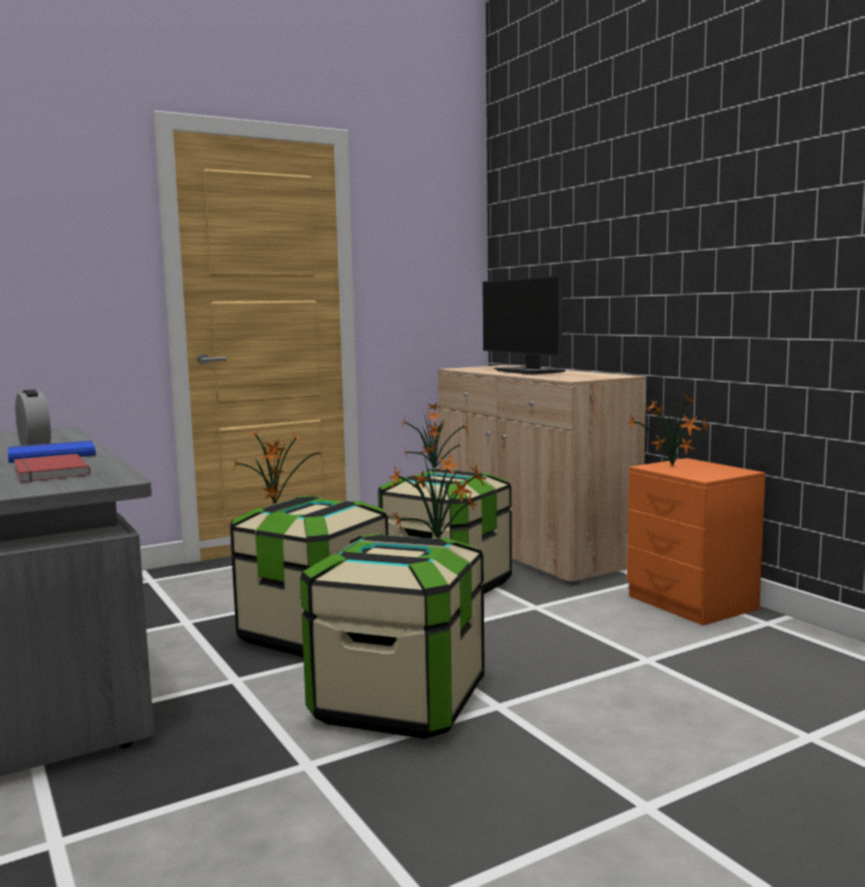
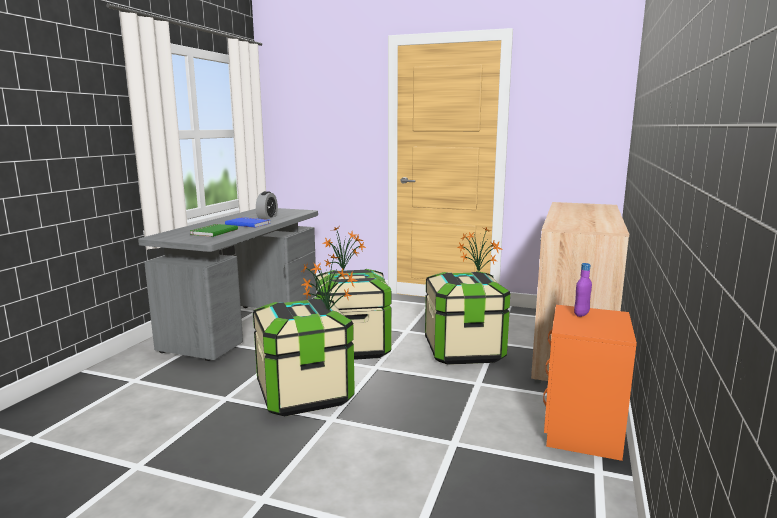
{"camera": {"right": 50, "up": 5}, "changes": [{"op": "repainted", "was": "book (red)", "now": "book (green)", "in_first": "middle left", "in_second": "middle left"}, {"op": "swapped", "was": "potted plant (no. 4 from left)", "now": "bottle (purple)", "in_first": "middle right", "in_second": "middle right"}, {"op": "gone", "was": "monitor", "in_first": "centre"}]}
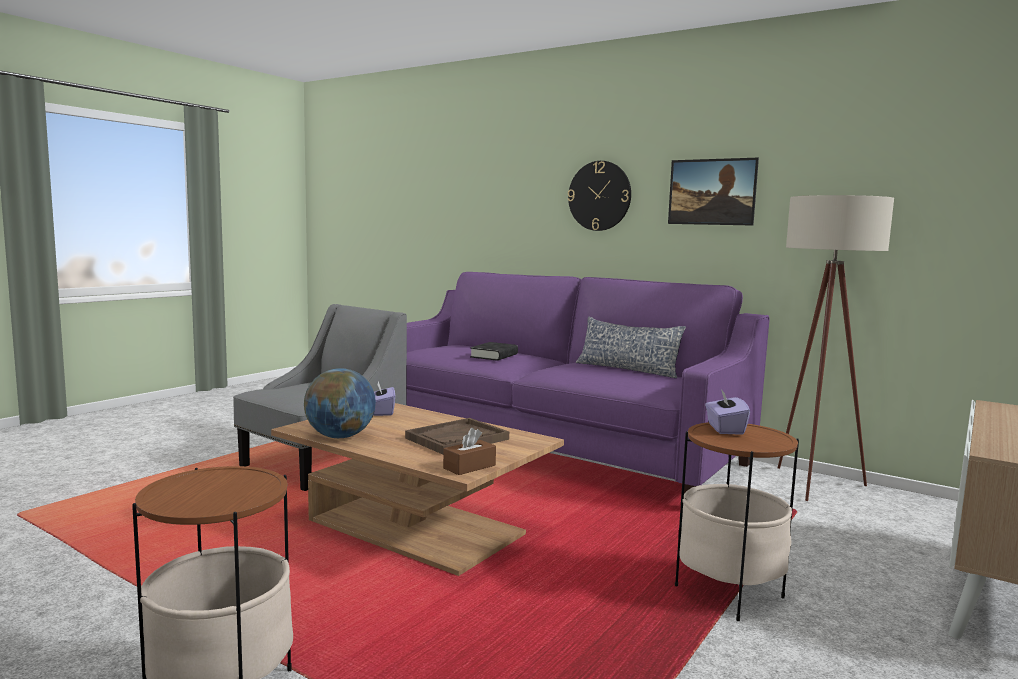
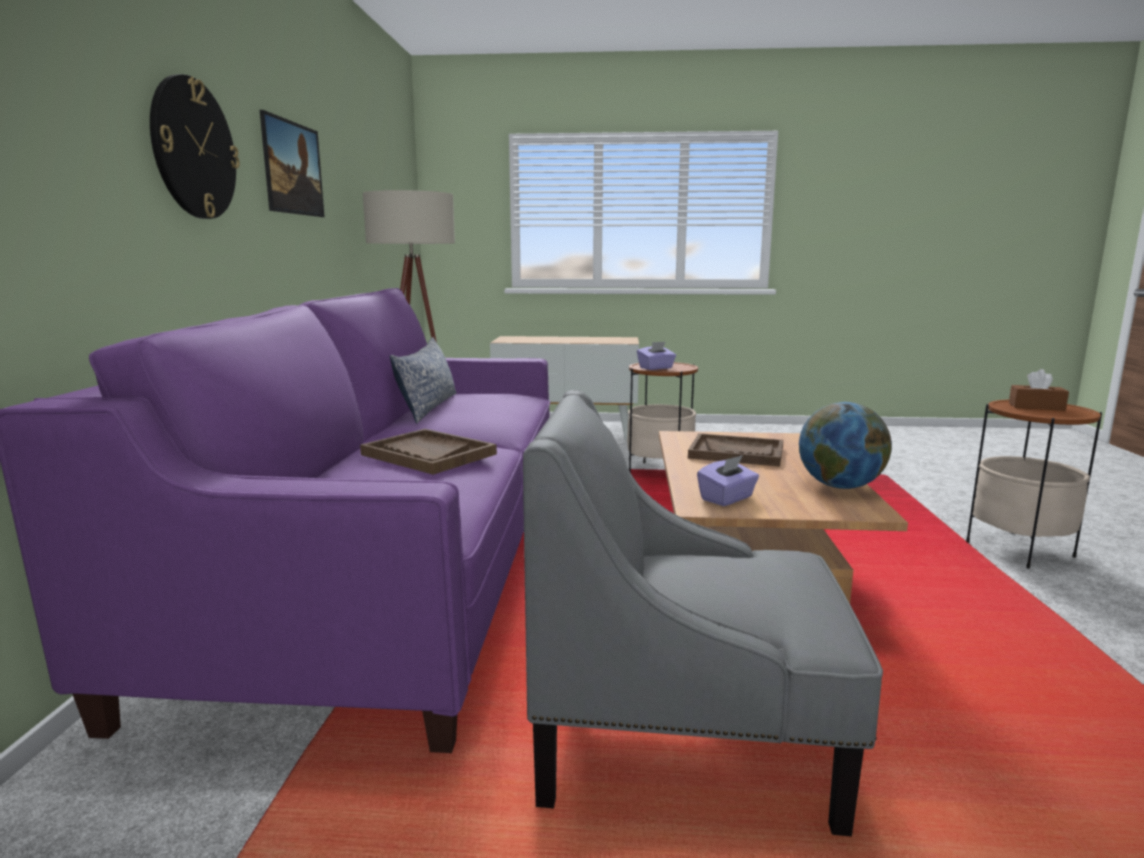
{"camera": {"right": -120, "up": 5}, "changes": [{"op": "swapped", "was": "book (black)", "now": "tray (brown) (no. 1 from left)", "in_first": "centre", "in_second": "centre"}, {"op": "shifted", "was": "tissue box (brown)", "in_first": "centre", "in_second": "middle right"}]}
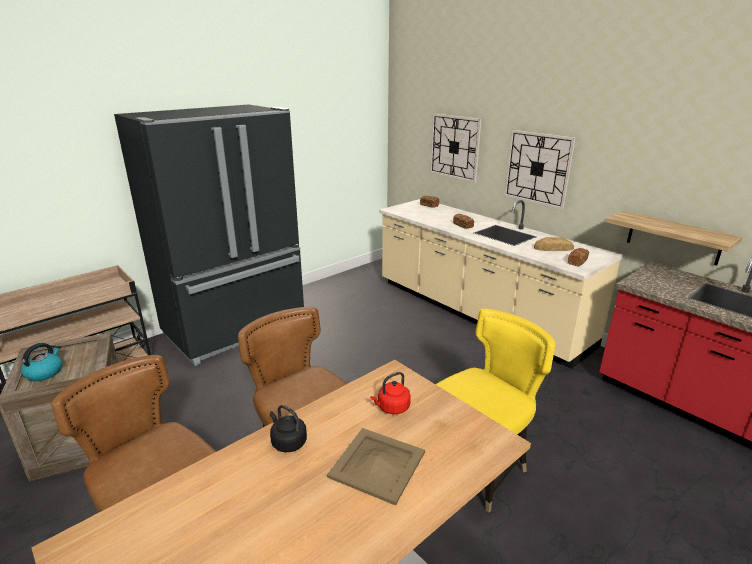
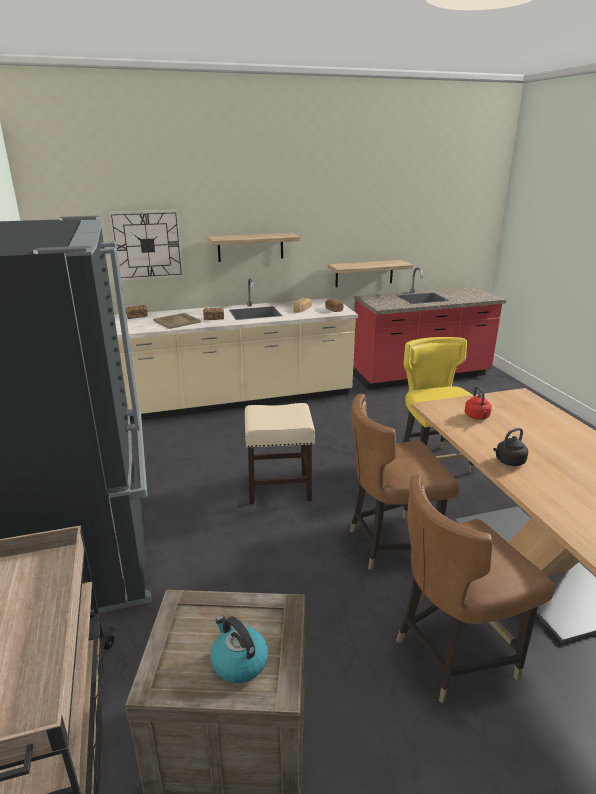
{"camera": {"right": -65, "up": 0}, "changes": [{"op": "shifted", "was": "tray (beige)", "in_first": "bottom centre", "in_second": "middle left"}, {"op": "swapped", "was": "wall clock (no. 2 from left)", "now": "shelf (no. 1 from left)", "in_first": "top right", "in_second": "top centre"}, {"op": "new", "now": "stool (beige)", "in_second": "centre"}]}
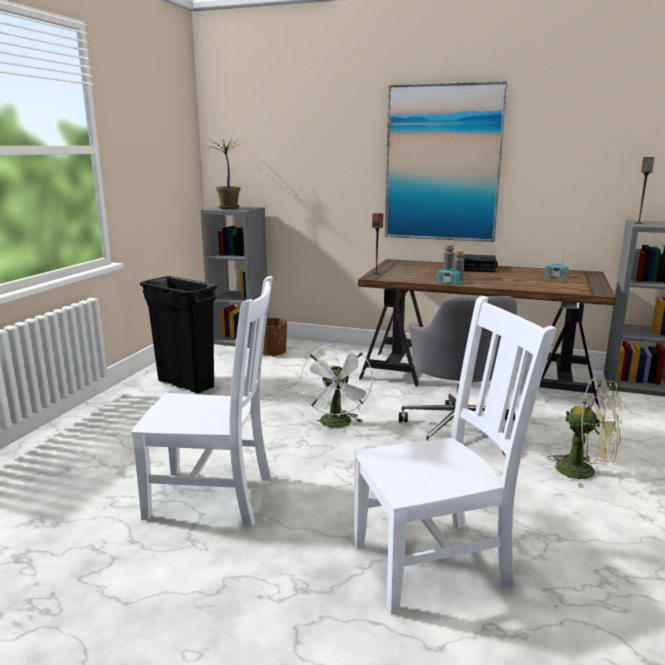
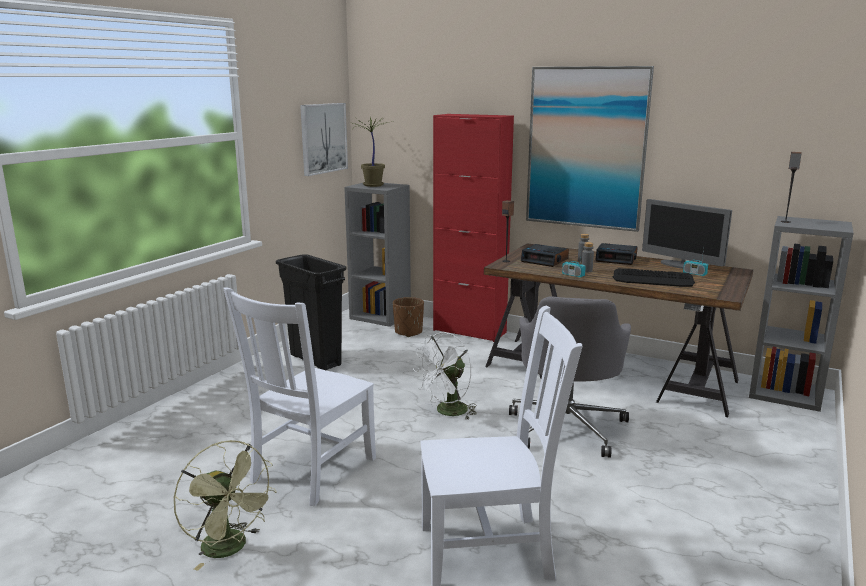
{"camera": {"right": 10, "up": 0}, "changes": [{"op": "shifted", "was": "fan (green)", "in_first": "middle right", "in_second": "bottom left"}, {"op": "rotated", "was": "chair (white) (no. 1 from left)", "in_first": "middle left", "in_second": "bottom centre", "clockwise": 105}, {"op": "new", "now": "picture (no. 1 from left)", "in_second": "top centre"}, {"op": "rotated", "was": "fan (white)", "in_first": "centre", "in_second": "centre", "clockwise": 45}, {"op": "new", "now": "cabinet (red)", "in_second": "centre"}, {"op": "new", "now": "alarm clock (no. 1 from left)", "in_second": "centre"}, {"op": "new", "now": "keyboard", "in_second": "middle right"}, {"op": "new", "now": "monitor", "in_second": "middle right"}]}
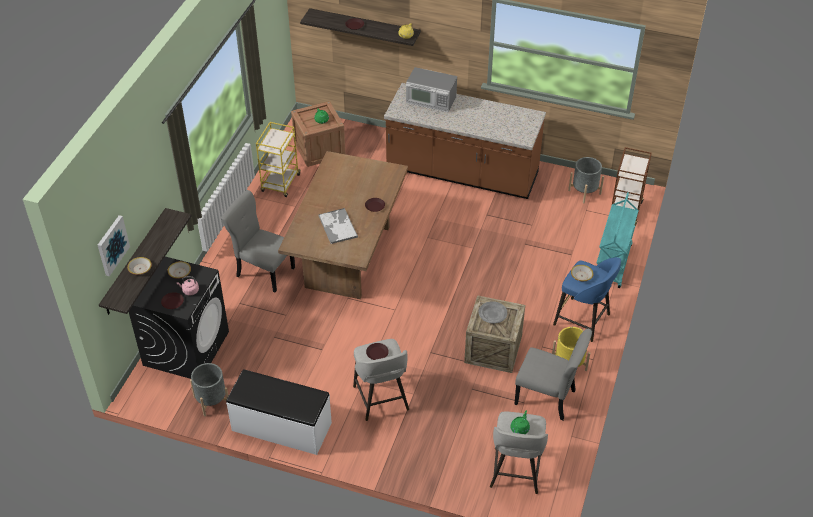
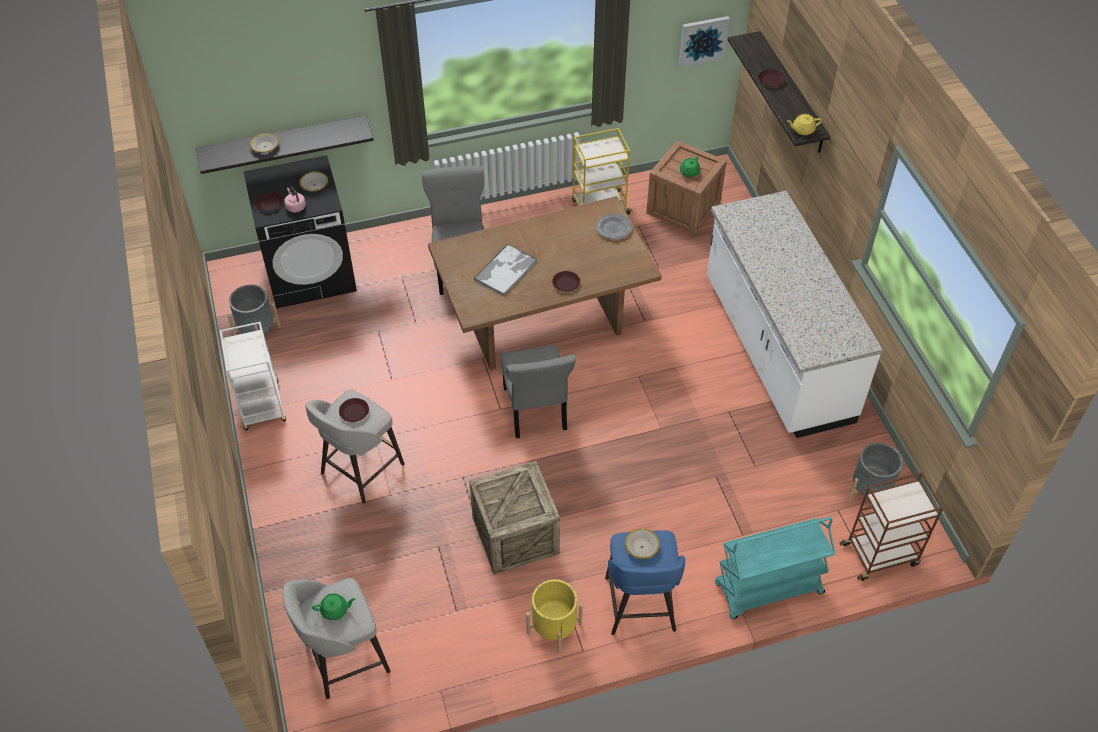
{"camera": {"right": 55, "up": 5}, "changes": [{"op": "swapped", "was": "bench (white)", "now": "cart (white)", "in_first": "bottom centre", "in_second": "middle left"}, {"op": "shifted", "was": "chair (grey) (no. 2 from left)", "in_first": "bottom right", "in_second": "centre"}, {"op": "shifted", "was": "plate (grey)", "in_first": "centre", "in_second": "top centre"}, {"op": "shifted", "was": "picture", "in_first": "middle left", "in_second": "top centre"}, {"op": "repainted", "was": "counter (brown)", "now": "counter (white)", "in_first": "top centre", "in_second": "middle right"}, {"op": "gone", "was": "microwave", "in_first": "top centre"}]}
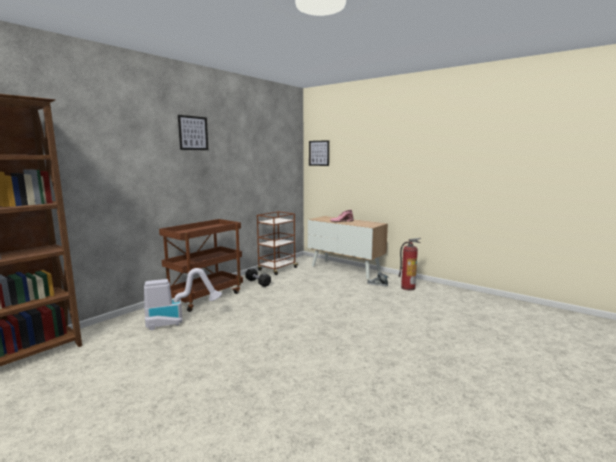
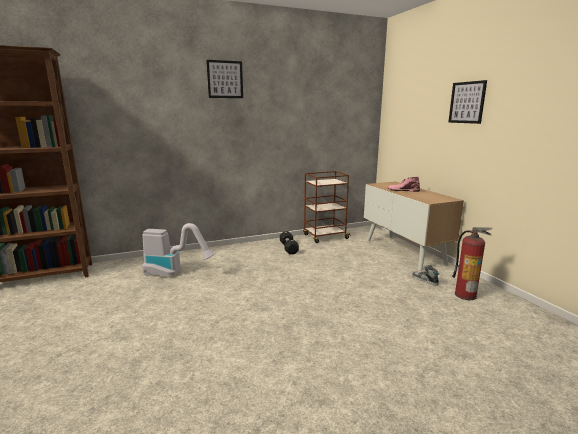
{"camera": {"right": 30, "up": 5}, "changes": [{"op": "shifted", "was": "picture (no. 2 from left)", "in_first": "top centre", "in_second": "top right"}, {"op": "gone", "was": "cart (brown) (no. 1 from left)", "in_first": "middle left"}]}
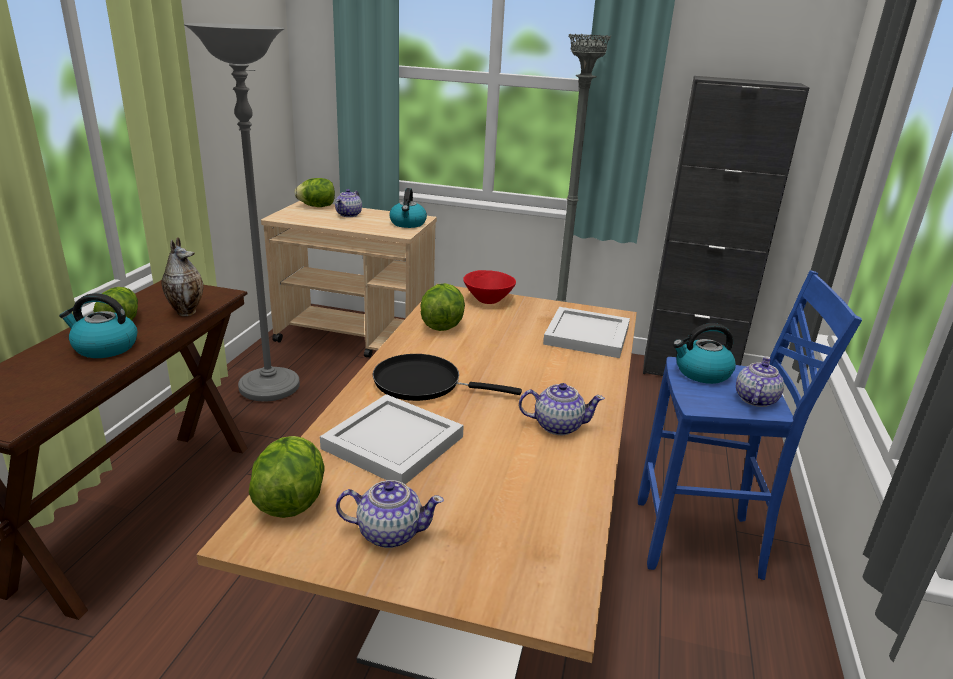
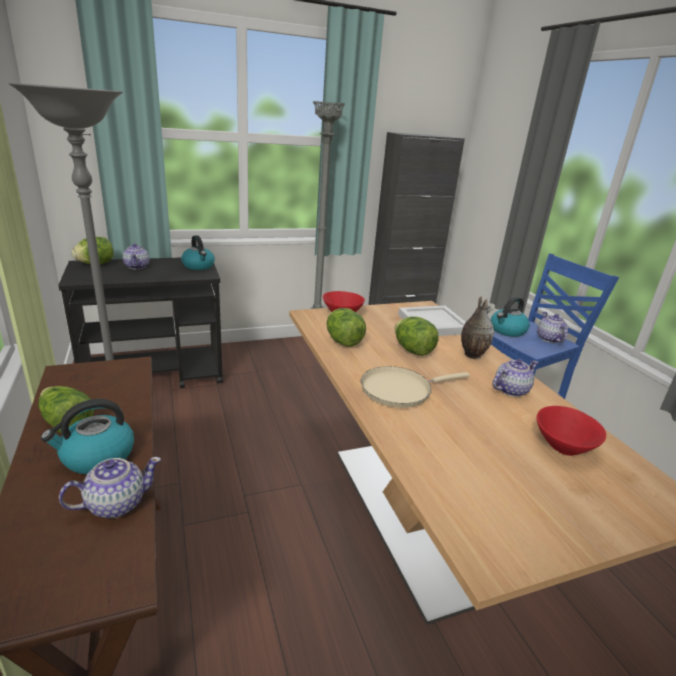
{"camera": {"right": -35, "up": 0}, "changes": [{"op": "repainted", "was": "cart (beige)", "now": "cart (black)", "in_first": "centre", "in_second": "middle left"}, {"op": "shifted", "was": "teapot (no. 2 from left in the first image)", "now": "teapot (no. 1 from left)", "in_first": "bottom centre", "in_second": "bottom left"}, {"op": "repainted", "was": "frying pan (black)", "now": "frying pan (beige)", "in_first": "centre", "in_second": "centre"}, {"op": "shifted", "was": "lettuce (no. 2 from left in the first image)", "now": "lettuce (no. 4 from left)", "in_first": "bottom left", "in_second": "centre"}, {"op": "shifted", "was": "vase", "in_first": "middle left", "in_second": "middle right"}, {"op": "new", "now": "bowl (red) (no. 2 from left)", "in_second": "middle right"}, {"op": "gone", "was": "tray (white) (no. 1 from left)", "in_first": "centre"}]}
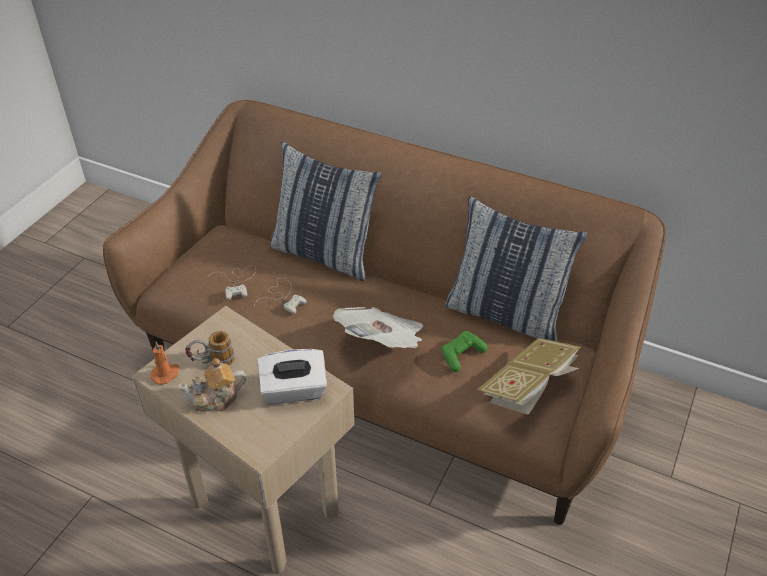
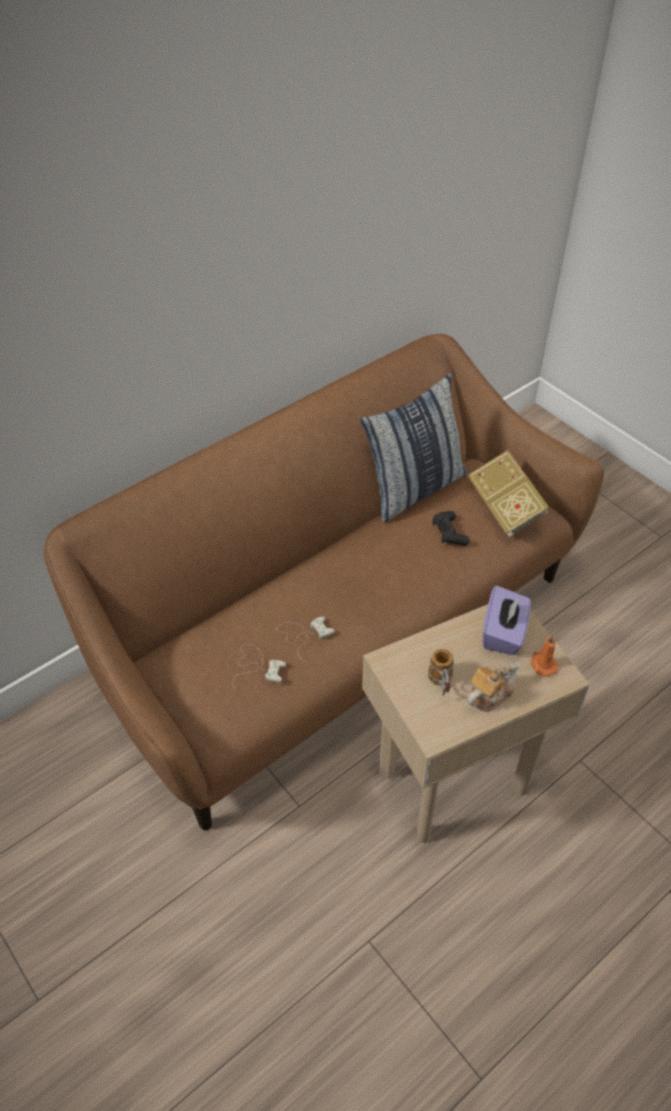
{"camera": {"right": -65, "up": 5}, "changes": [{"op": "repainted", "was": "game controller (green)", "now": "game controller (black)", "in_first": "centre", "in_second": "middle right"}, {"op": "rotated", "was": "teapot", "in_first": "bottom left", "in_second": "middle right", "clockwise": -135}, {"op": "repainted", "was": "tissue box (white)", "now": "tissue box (purple)", "in_first": "centre", "in_second": "middle right"}, {"op": "shifted", "was": "candle (orange)", "in_first": "middle left", "in_second": "middle right"}, {"op": "gone", "was": "pillow (no. 1 from left)", "in_first": "centre"}, {"op": "gone", "was": "newspaper", "in_first": "centre"}]}
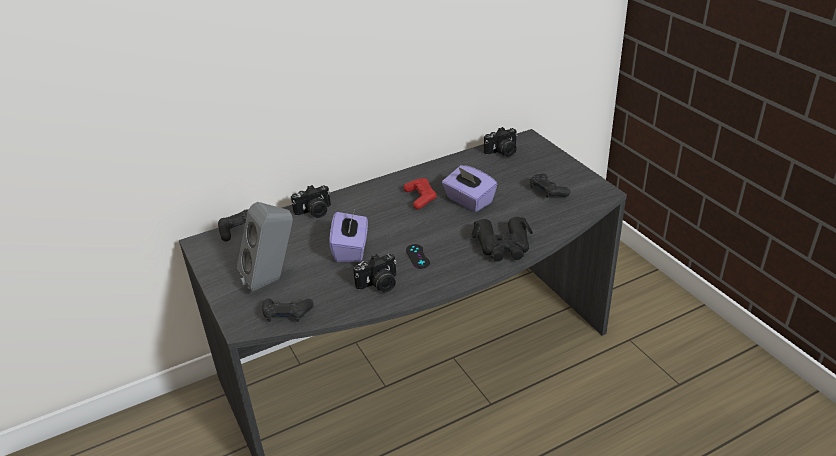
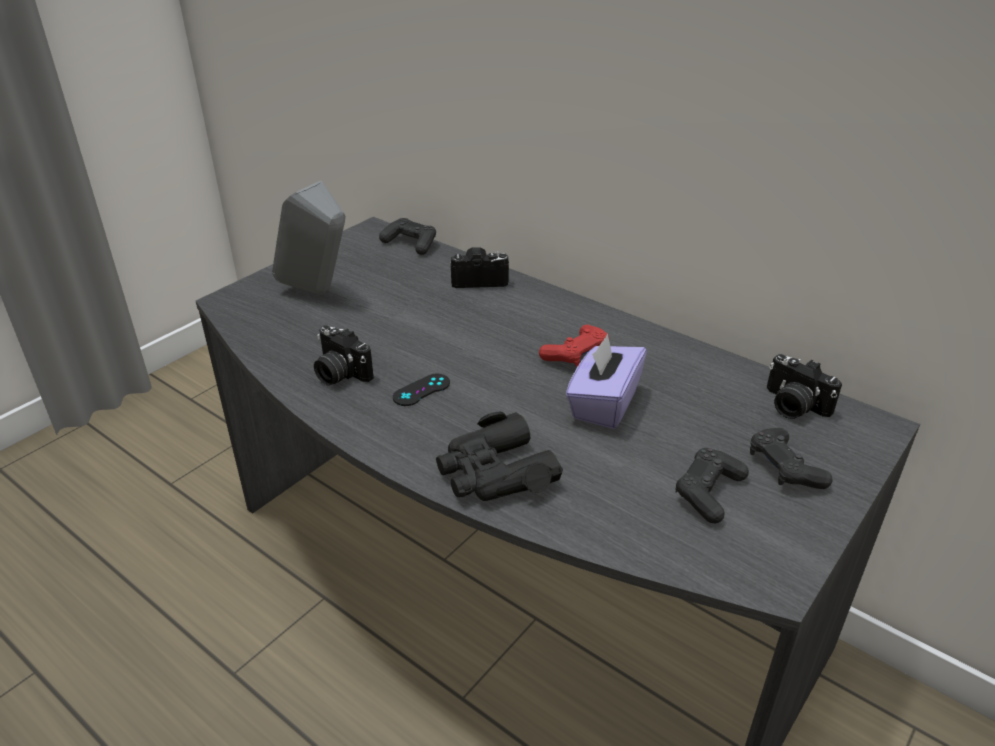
{"camera": {"right": 65, "up": 0}, "changes": [{"op": "rotated", "was": "photo camera (no. 1 from left in the first image)", "in_first": "centre", "in_second": "centre", "clockwise": 135}, {"op": "shifted", "was": "game controller (black) (no. 2 from left in the first image)", "now": "game controller (black) (no. 4 from left)", "in_first": "bottom centre", "in_second": "middle right"}, {"op": "gone", "was": "tissue box (purple) (no. 1 from left)", "in_first": "centre"}]}
